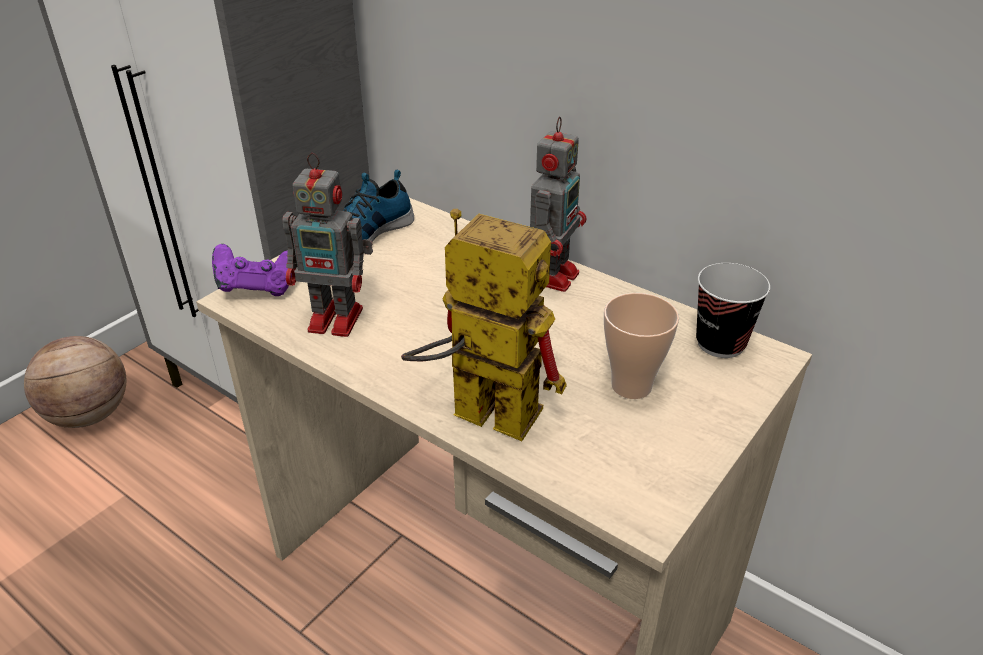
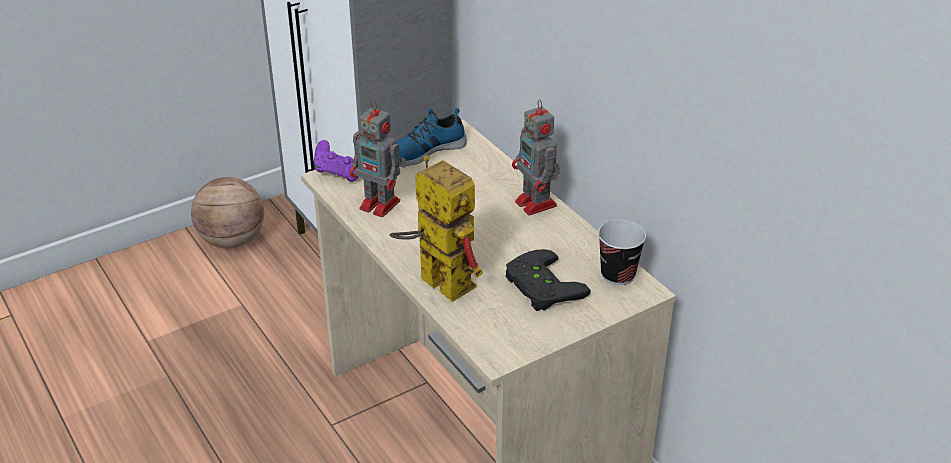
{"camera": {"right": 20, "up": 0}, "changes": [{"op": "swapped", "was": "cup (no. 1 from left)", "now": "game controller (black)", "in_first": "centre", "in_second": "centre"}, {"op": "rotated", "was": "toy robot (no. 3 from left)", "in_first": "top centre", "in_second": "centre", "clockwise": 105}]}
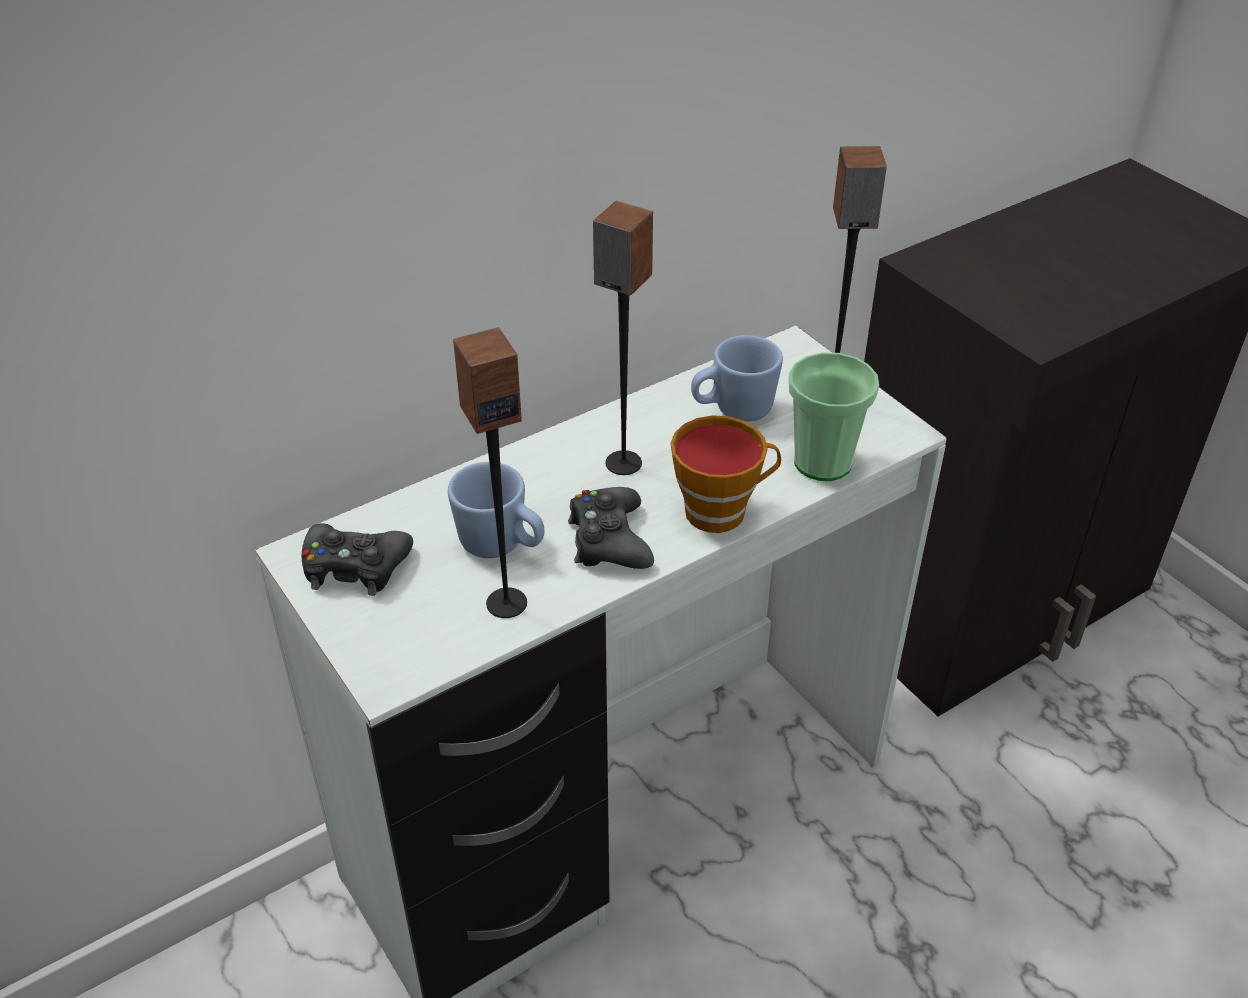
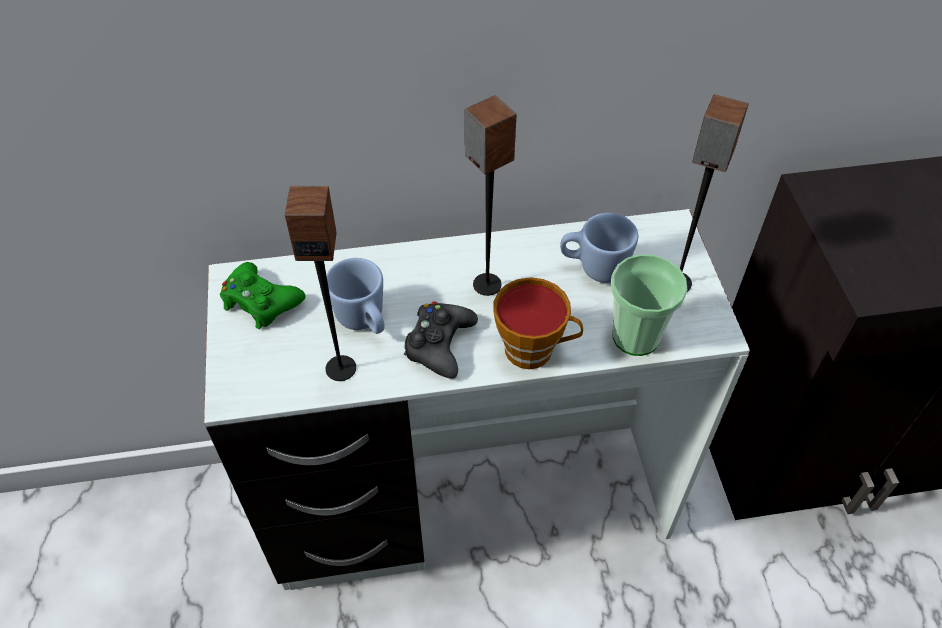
{"camera": {"right": 25, "up": 10}, "changes": [{"op": "repainted", "was": "game controller (black) (no. 1 from left)", "now": "game controller (green)", "in_first": "middle left", "in_second": "middle left"}]}
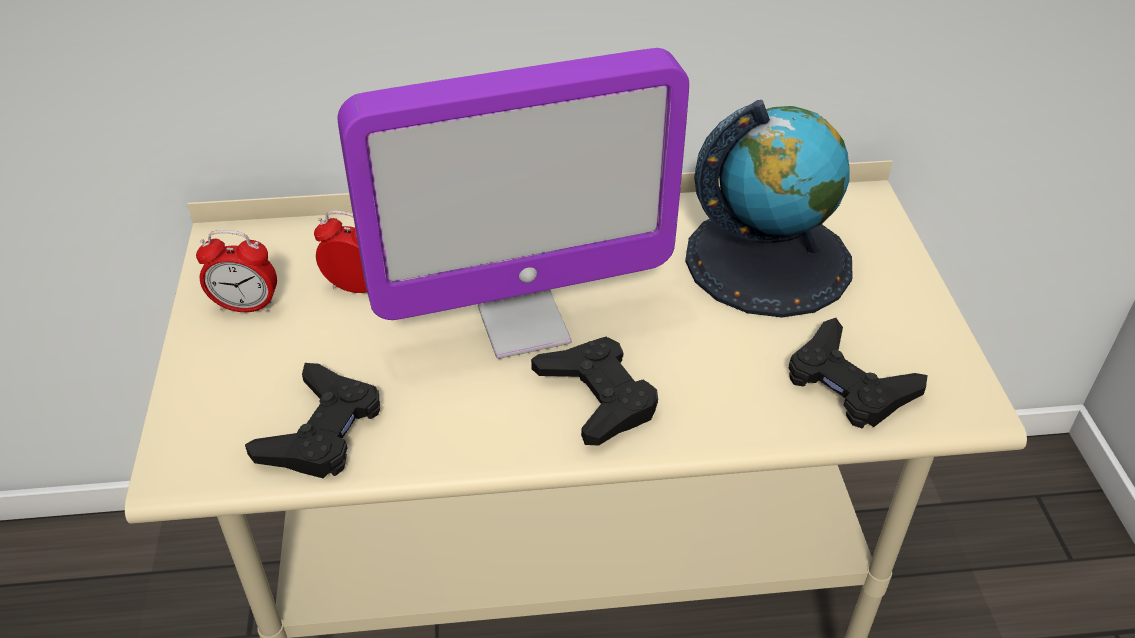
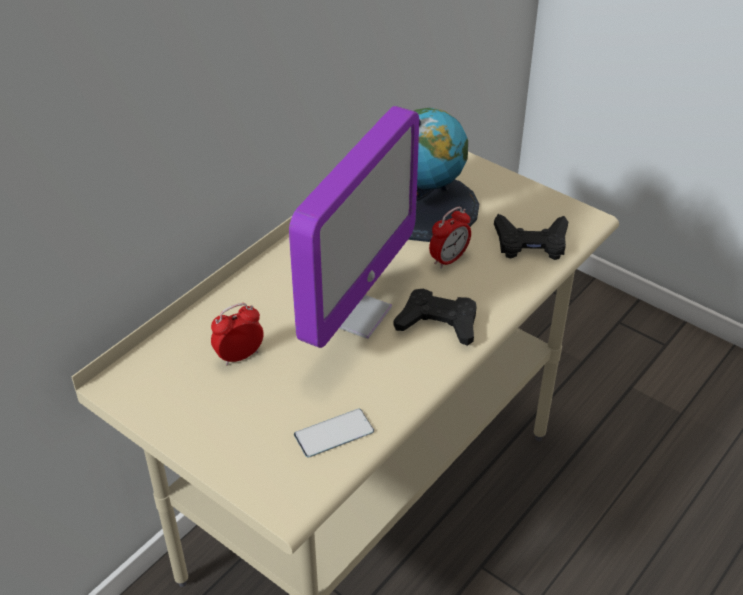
{"camera": {"right": -45, "up": 0}, "changes": [{"op": "swapped", "was": "game controller (black) (no. 1 from left)", "now": "phone", "in_first": "middle left", "in_second": "bottom centre"}, {"op": "shifted", "was": "alarm clock (no. 1 from left in the first image)", "now": "alarm clock (no. 2 from left)", "in_first": "middle left", "in_second": "centre"}]}
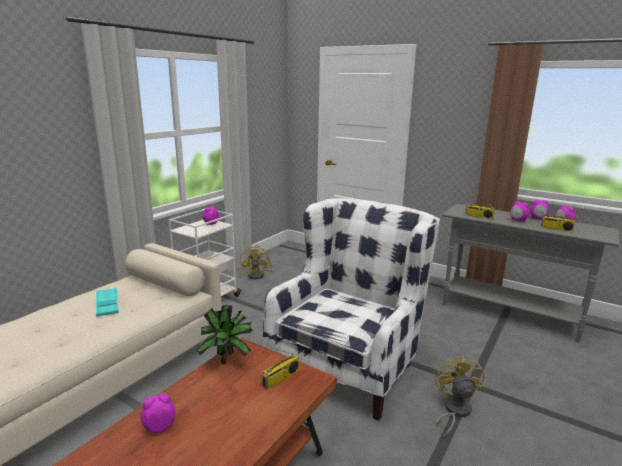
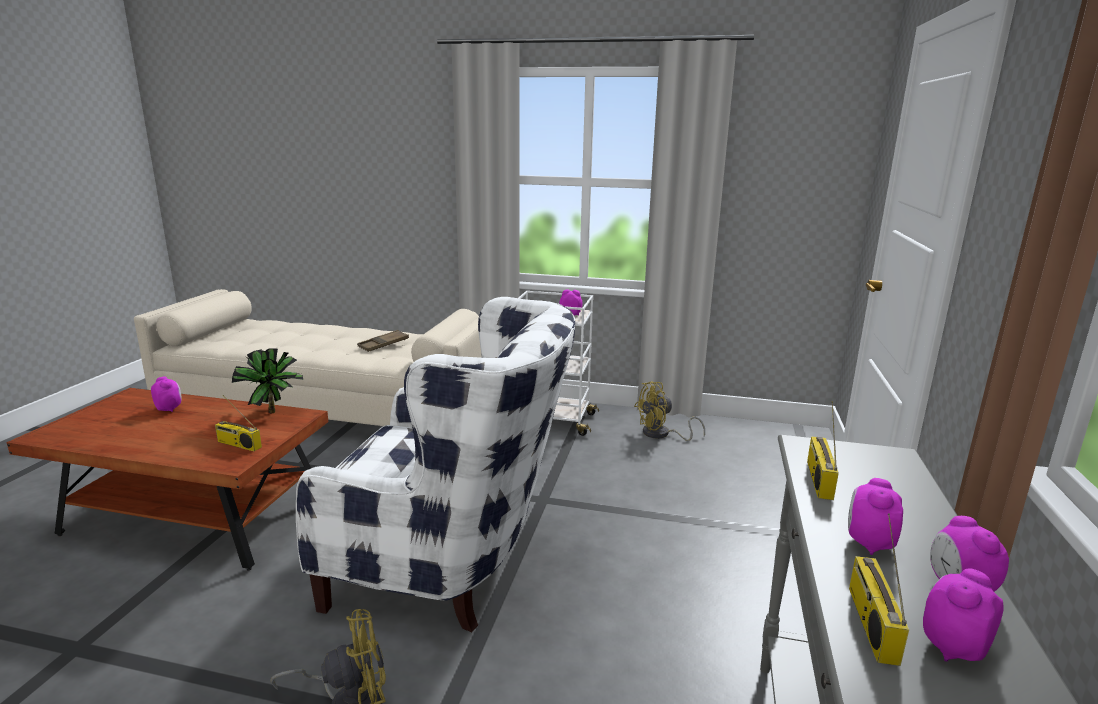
{"camera": {"right": 70, "up": 0}, "changes": [{"op": "repainted", "was": "tray (turquoise)", "now": "tray (brown)", "in_first": "middle left", "in_second": "centre"}]}
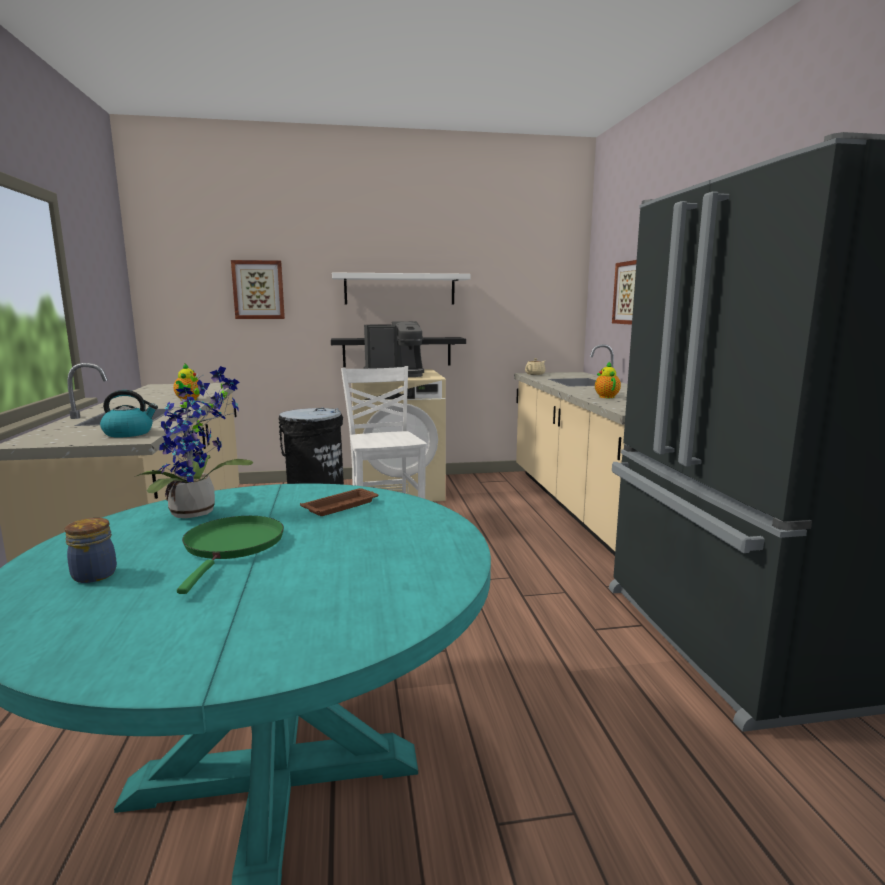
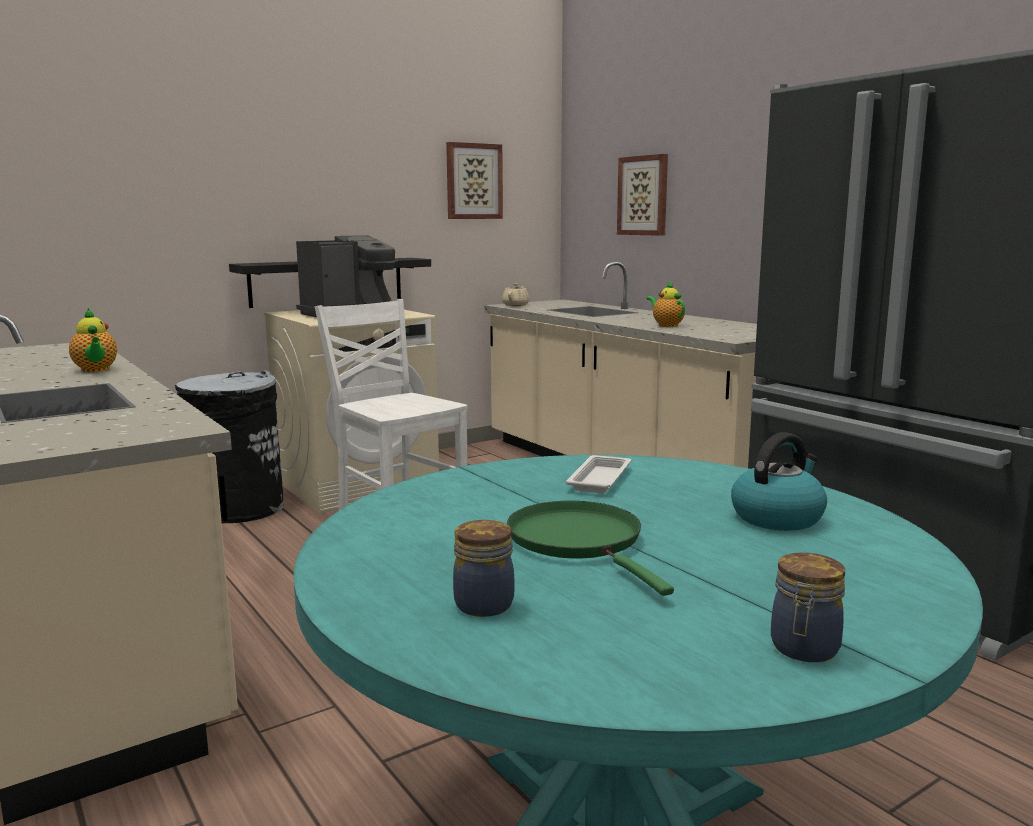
{"camera": {"right": -25, "up": 0}, "changes": [{"op": "shifted", "was": "picture (no. 1 from left)", "in_first": "top left", "in_second": "top centre"}, {"op": "repainted", "was": "tray (brown)", "now": "tray (white)", "in_first": "centre", "in_second": "centre"}, {"op": "shifted", "was": "kettle", "in_first": "middle left", "in_second": "middle right"}, {"op": "new", "now": "jar (no. 2 from left)", "in_second": "bottom right"}, {"op": "gone", "was": "potted plant", "in_first": "middle left"}, {"op": "gone", "was": "shelf (white)", "in_first": "top centre"}]}
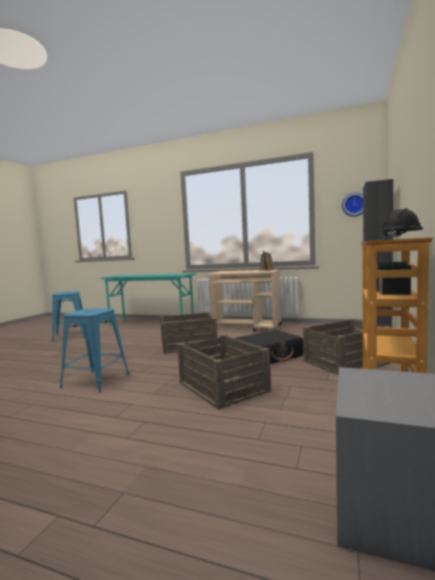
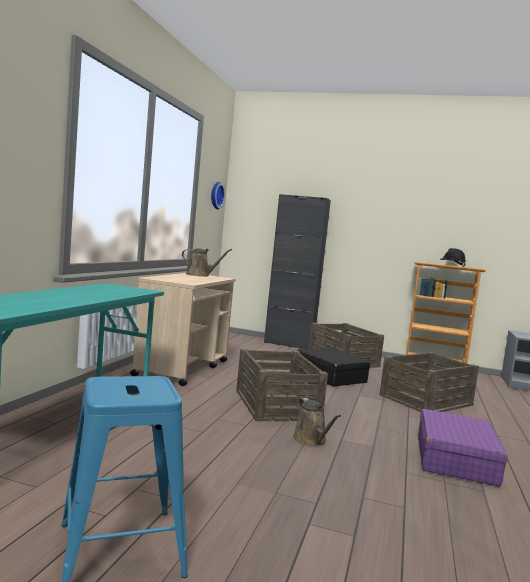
{"camera": {"right": -95, "up": 0}, "changes": [{"op": "new", "now": "watering can (brown) (no. 2 from left)", "in_second": "bottom centre"}, {"op": "swapped", "was": "stool (blue) (no. 2 from left)", "now": "suitcase (purple)", "in_first": "middle left", "in_second": "bottom right"}]}
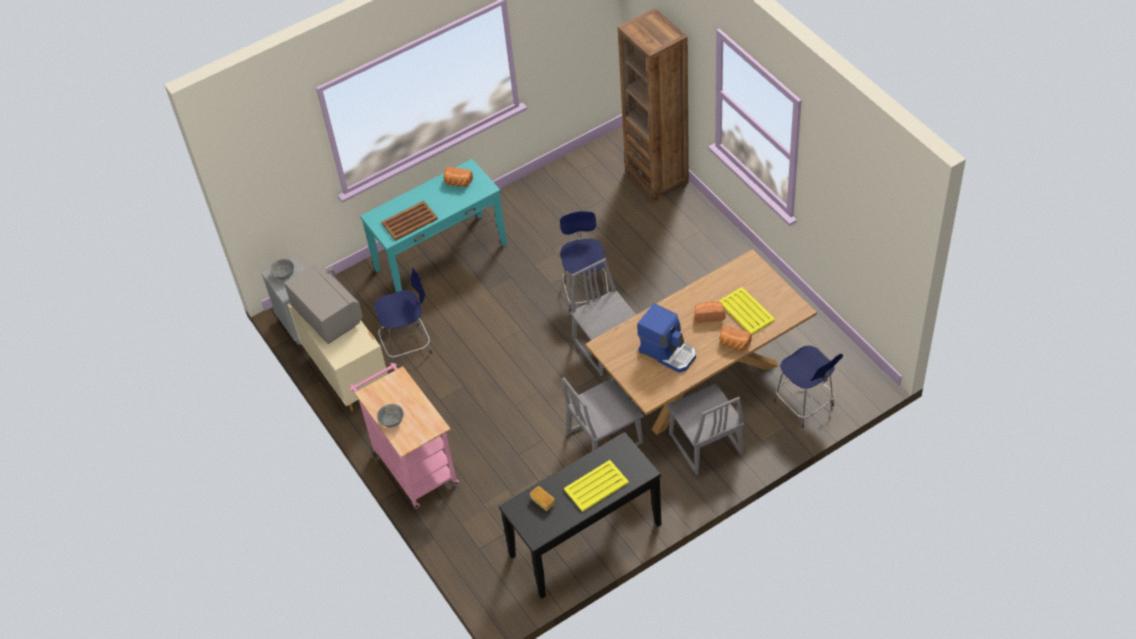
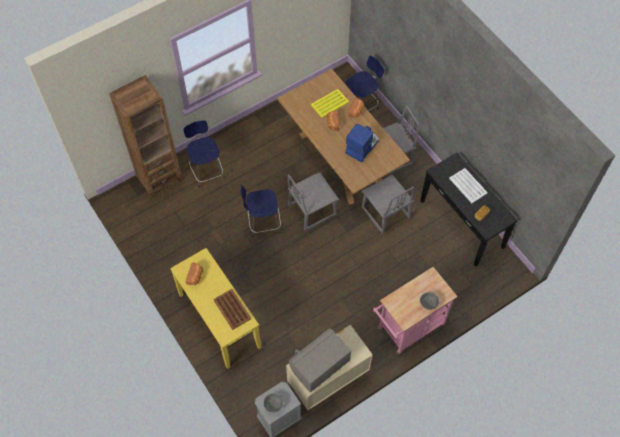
{"camera": {"right": -95, "up": 10}, "changes": [{"op": "repainted", "was": "console table (turquoise)", "now": "console table (yellow)", "in_first": "centre", "in_second": "bottom centre"}, {"op": "shifted", "was": "stool (blue) (no. 1 from left)", "in_first": "centre", "in_second": "middle left"}, {"op": "repainted", "was": "tray (yellow) (no. 1 from left)", "now": "tray (white)", "in_first": "bottom centre", "in_second": "middle right"}]}
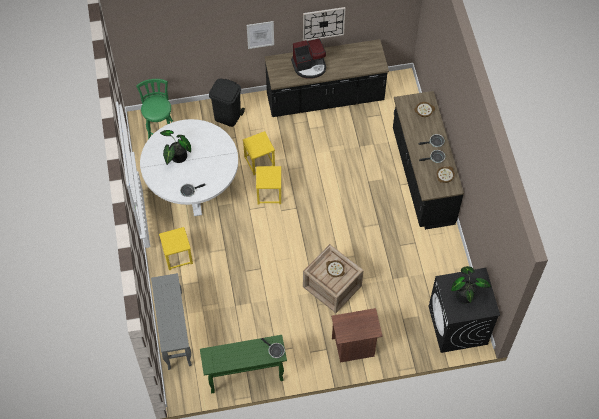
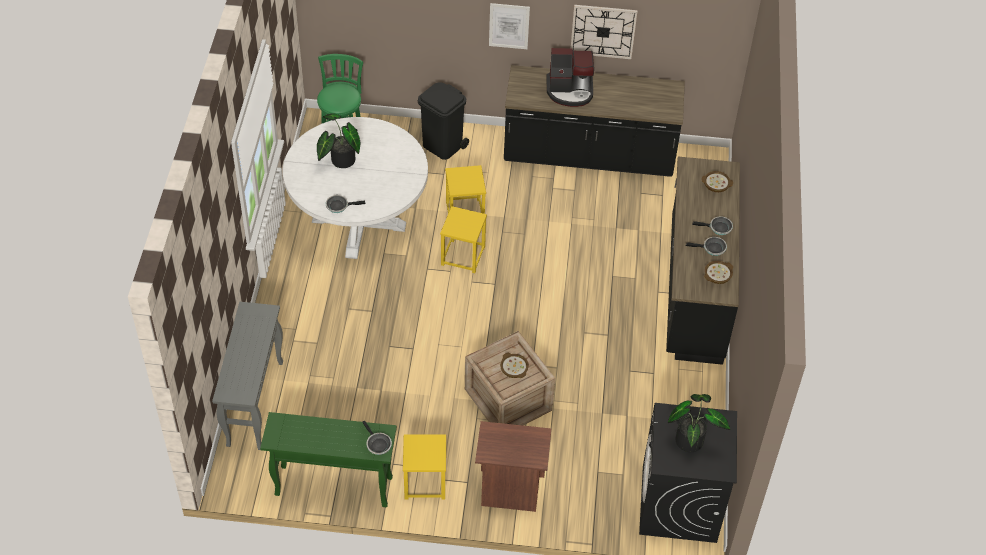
{"camera": {"right": 15, "up": -10}, "changes": [{"op": "shifted", "was": "stool (yellow) (no. 1 from left)", "in_first": "middle left", "in_second": "bottom centre"}]}
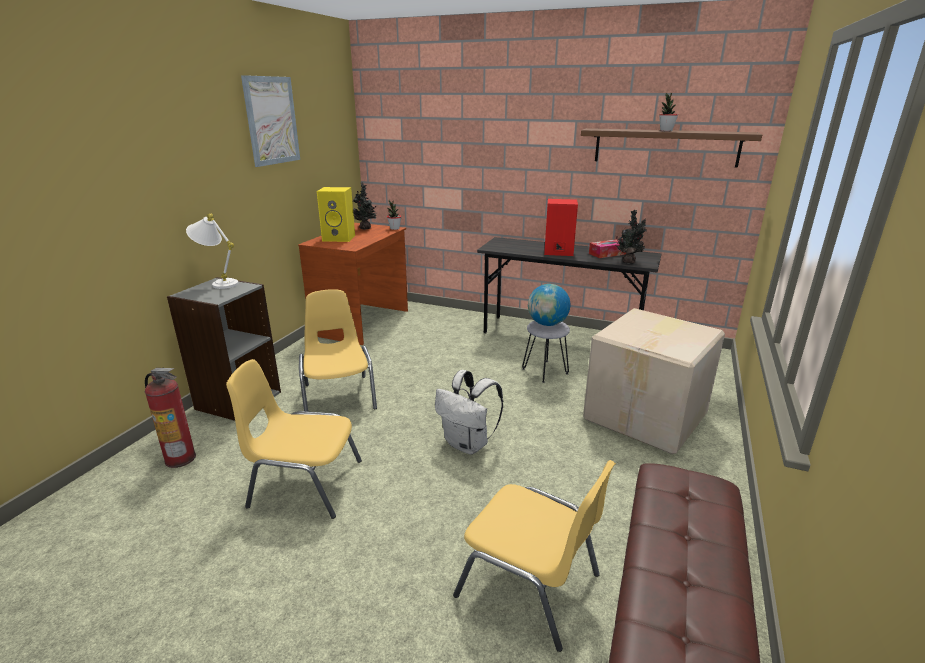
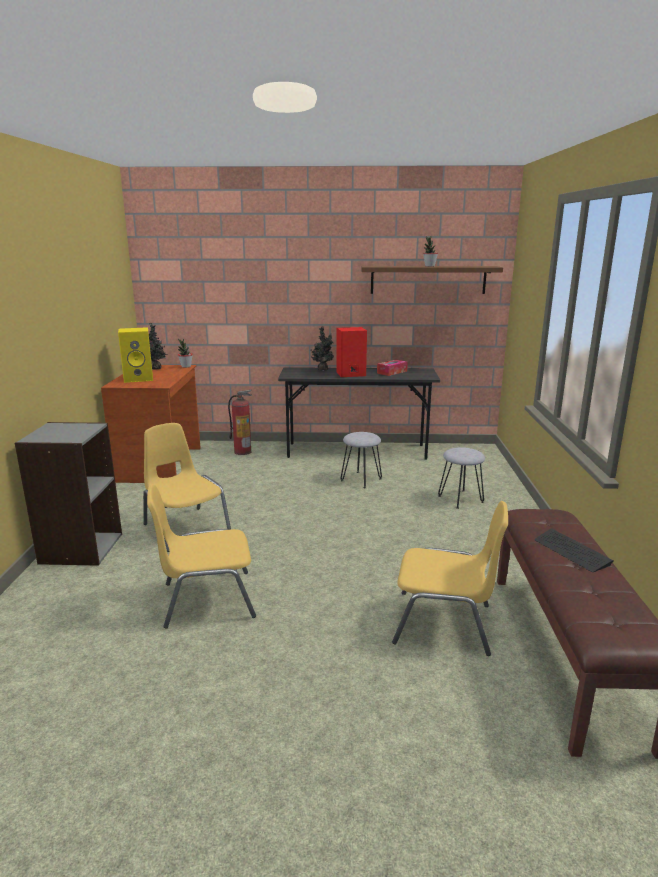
{"camera": {"right": -20, "up": -5}, "changes": [{"op": "shifted", "was": "fire extinguisher", "in_first": "middle left", "in_second": "centre"}, {"op": "shifted", "was": "potted plant (no. 3 from left)", "in_first": "middle right", "in_second": "centre"}, {"op": "swapped", "was": "cardboard box", "now": "stool (grey) (no. 2 from left)", "in_first": "middle right", "in_second": "middle right"}, {"op": "new", "now": "keyboard", "in_second": "middle right"}, {"op": "gone", "was": "table lamp (white)", "in_first": "middle left"}, {"op": "gone", "was": "picture", "in_first": "top left"}, {"op": "gone", "was": "backpack (white)", "in_first": "centre"}, {"op": "gone", "was": "globe", "in_first": "centre"}]}
